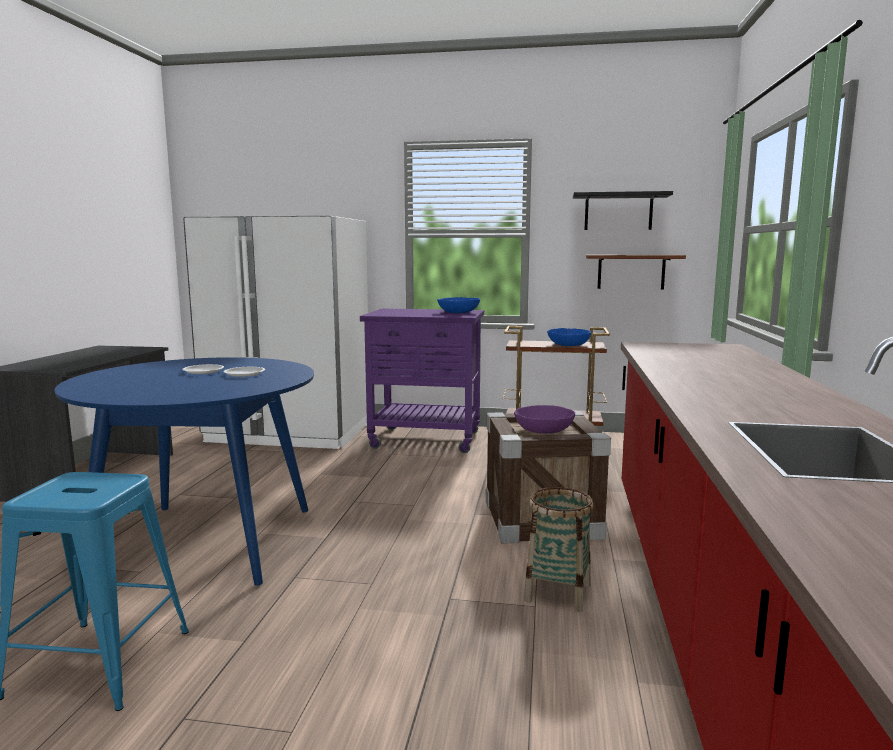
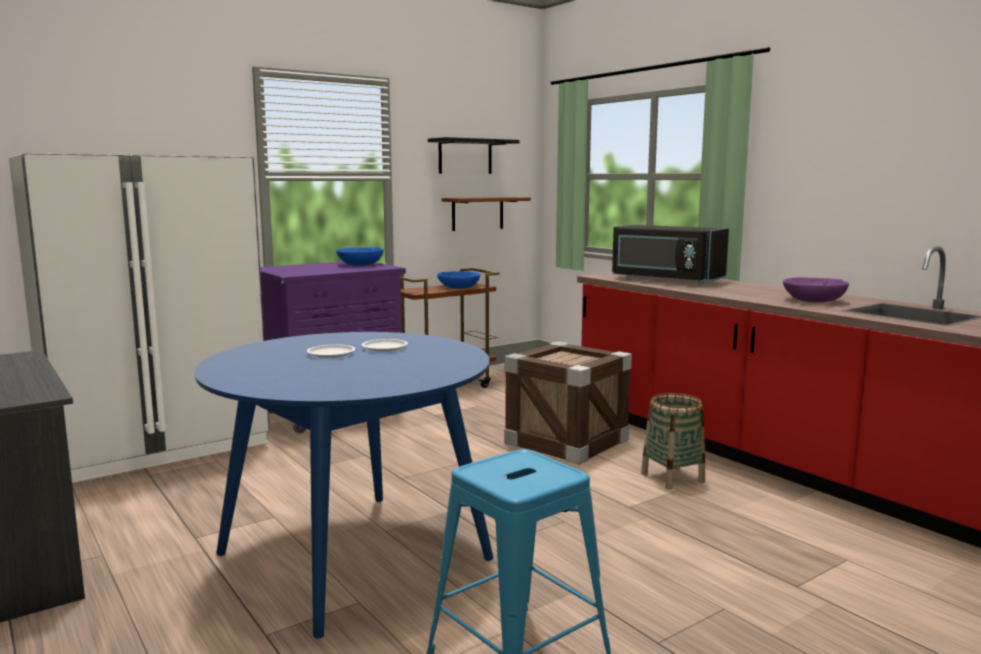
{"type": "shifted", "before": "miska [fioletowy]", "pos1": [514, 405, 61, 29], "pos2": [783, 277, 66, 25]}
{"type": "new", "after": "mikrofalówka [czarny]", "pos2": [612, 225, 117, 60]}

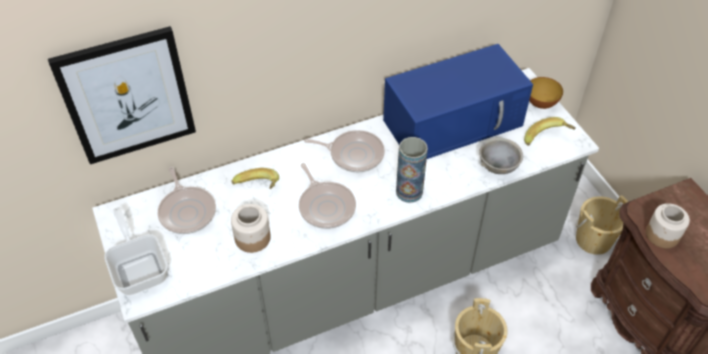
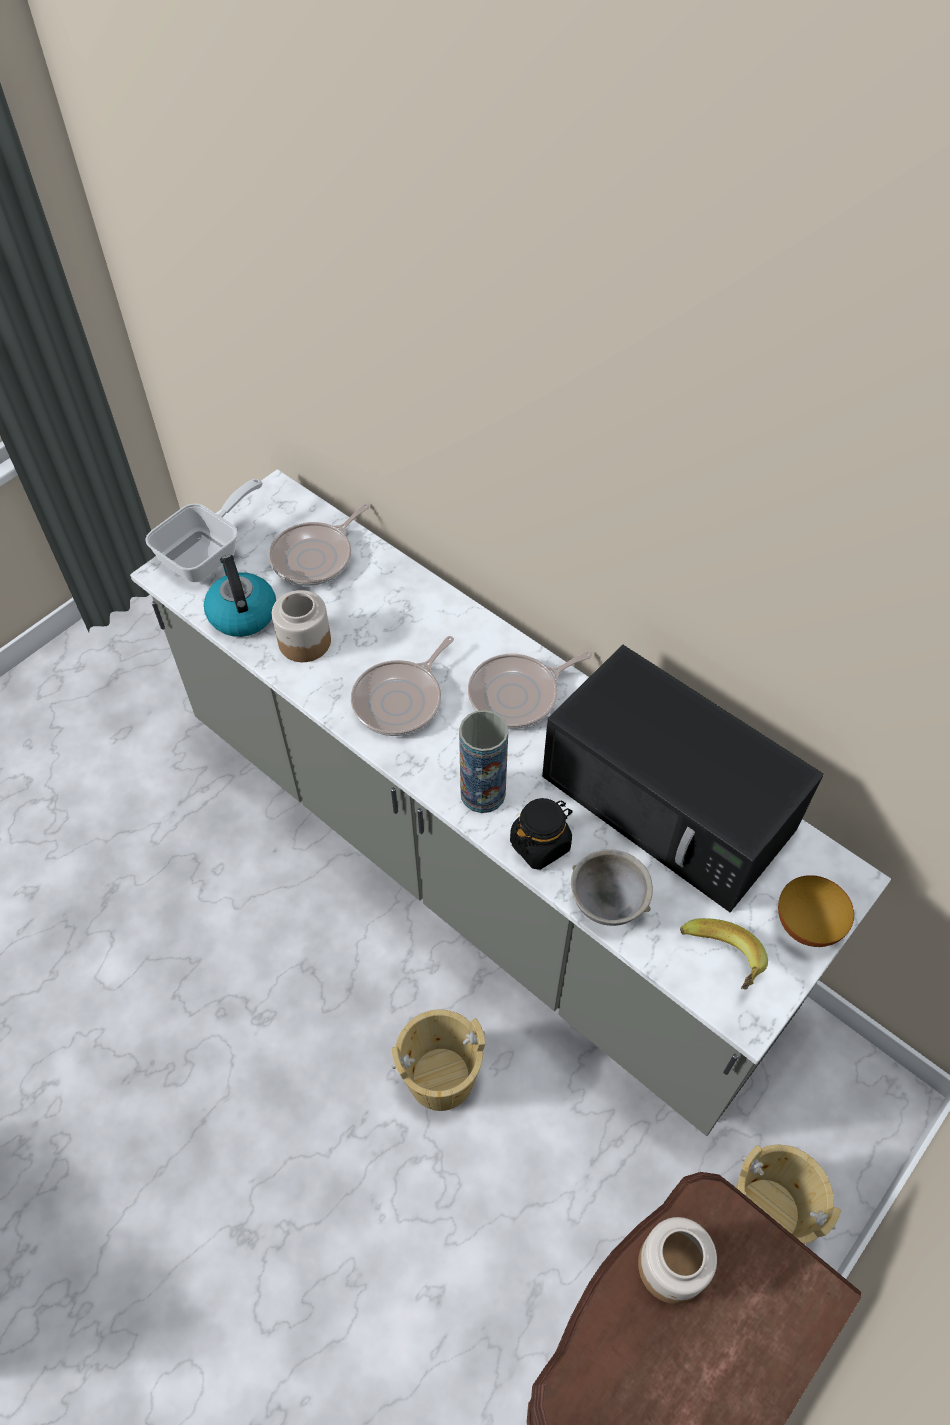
{"type": "gone", "before": "obraz", "pos1": [48, 26, 148, 138]}
{"type": "gone", "before": "banan", "pos1": [231, 168, 48, 21]}
{"type": "rotated", "before": "patelnia", "pos1": [304, 130, 81, 43], "pos2": [468, 651, 124, 78], "turn": 75}
{"type": "repainted", "before": "mikrofalówka [niebieski]", "after": "mikrofalówka [czarny]", "pos1": [383, 44, 150, 115], "pos2": [542, 645, 282, 267]}
{"type": "new", "after": "czajnik", "pos2": [204, 555, 72, 82]}
{"type": "new", "after": "słoik [czarny]", "pos2": [510, 798, 63, 72]}

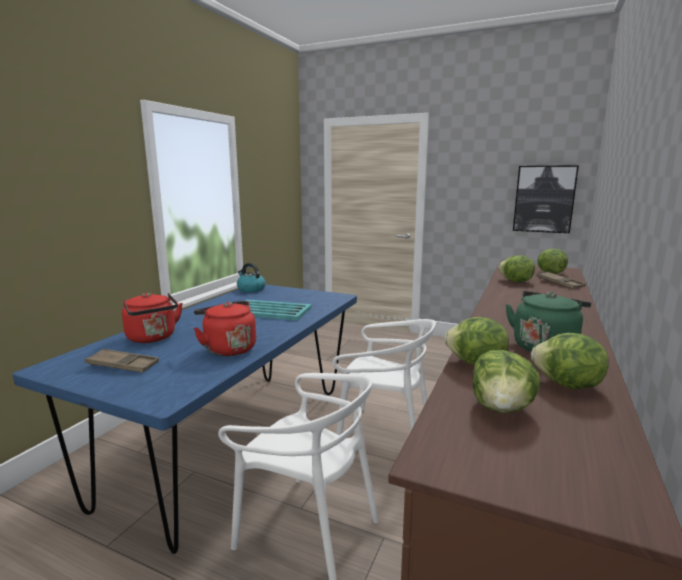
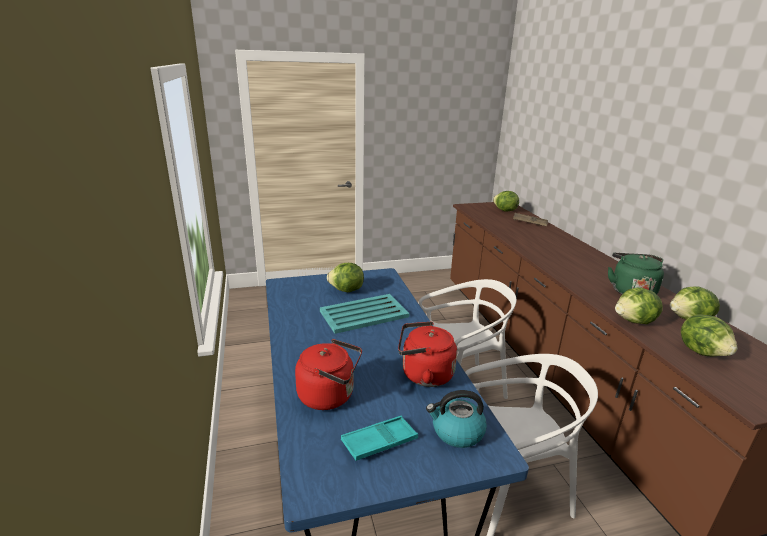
{"type": "repainted", "before": "taca [brązowy]", "after": "taca [turkusowy]", "pos1": [85, 349, 74, 23], "pos2": [341, 416, 77, 45]}
{"type": "shifted", "before": "czajnik", "pos1": [237, 263, 29, 29], "pos2": [426, 390, 61, 58]}
{"type": "shifted", "before": "sałata", "pos1": [498, 255, 37, 27], "pos2": [327, 263, 37, 30]}
{"type": "gone", "before": "obraz", "pos1": [513, 165, 66, 68]}

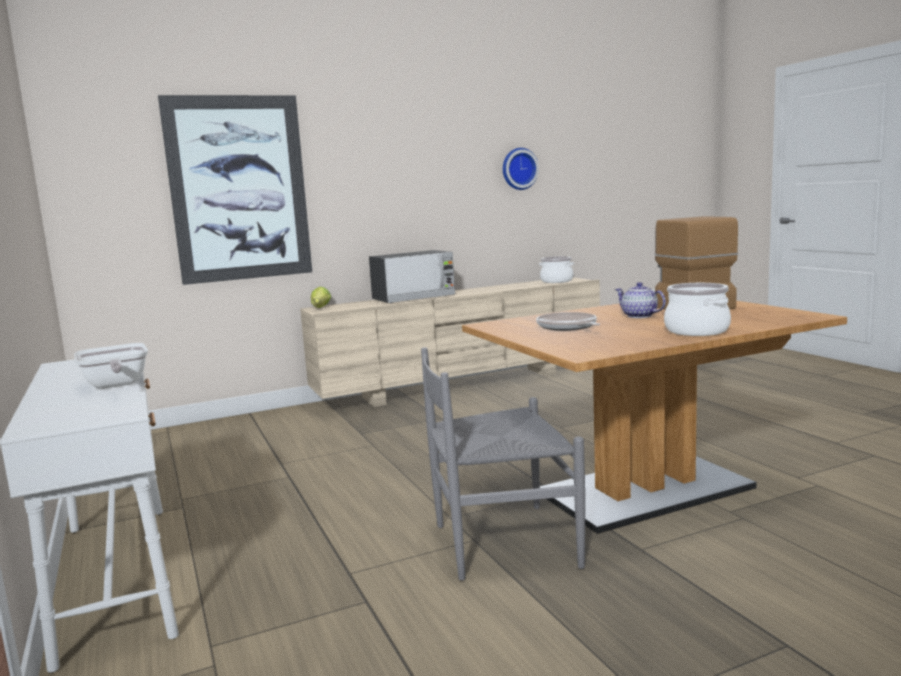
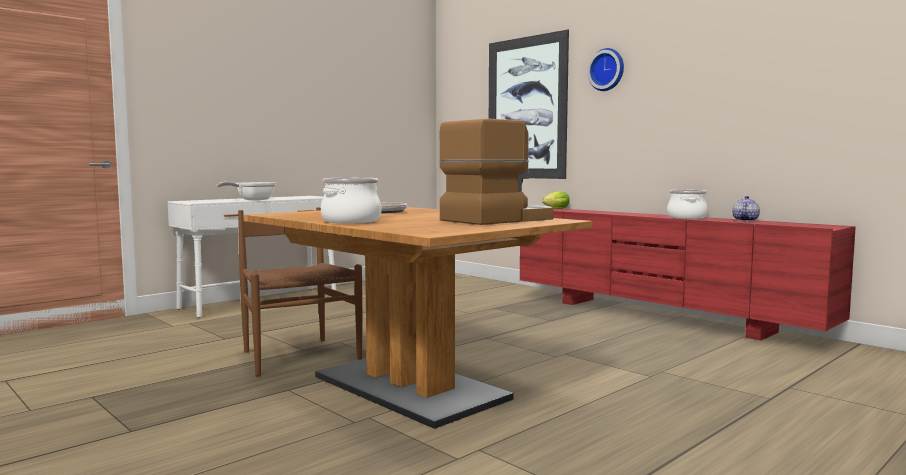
{"type": "repainted", "before": "szafka [beżowy]", "after": "szafka [czerwony]", "pos1": [300, 277, 300, 130], "pos2": [520, 208, 336, 133]}
{"type": "gone", "before": "mikrofalówka", "pos1": [369, 250, 86, 53]}
{"type": "repainted", "before": "krzesło [szary]", "after": "krzesło [brązowy]", "pos1": [421, 347, 164, 234], "pos2": [238, 207, 125, 169]}
{"type": "shifted", "before": "zegar ścienny", "pos1": [503, 148, 36, 42], "pos2": [587, 48, 37, 43]}
{"type": "shifted", "before": "garnek", "pos1": [539, 256, 35, 27], "pos2": [667, 190, 41, 29]}
{"type": "shifted", "before": "imbryk", "pos1": [615, 282, 51, 36], "pos2": [732, 196, 28, 25]}

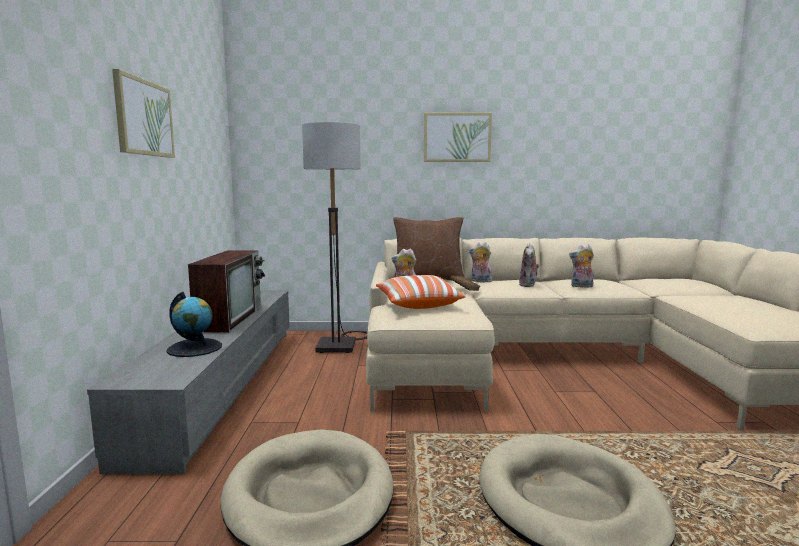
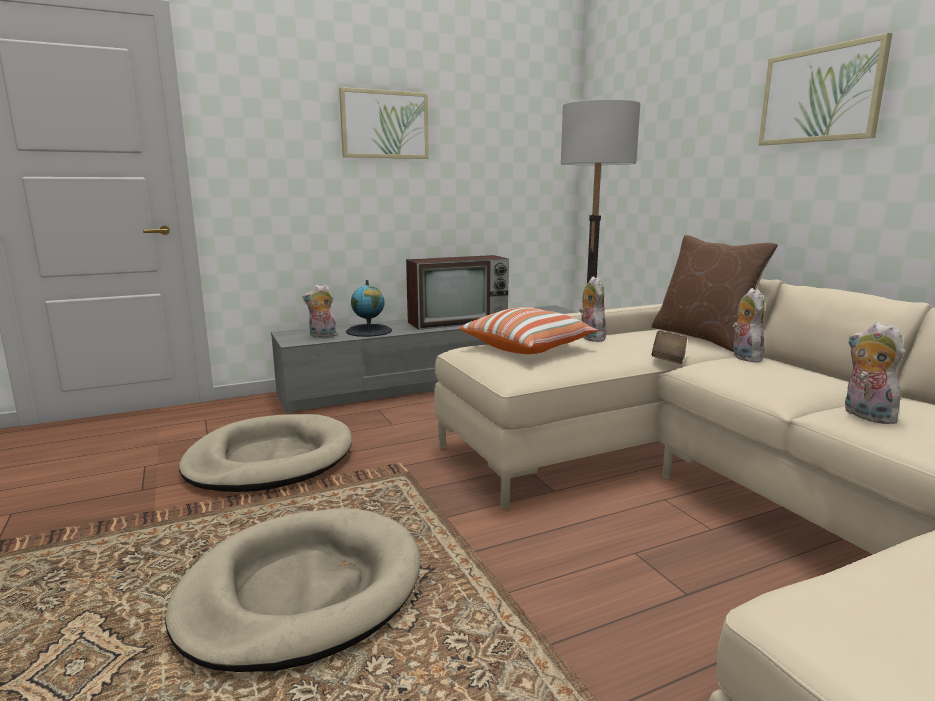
{"type": "shifted", "before": "pluszak", "pos1": [519, 243, 21, 44], "pos2": [302, 284, 35, 54]}

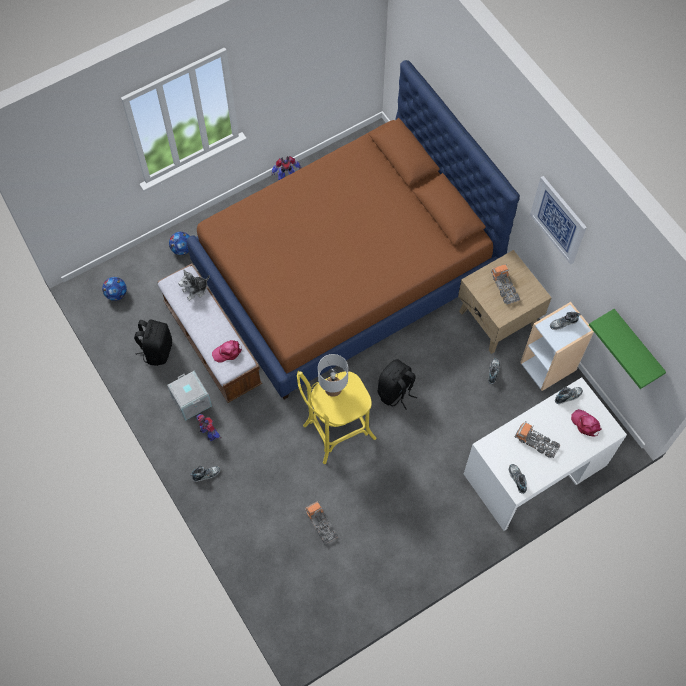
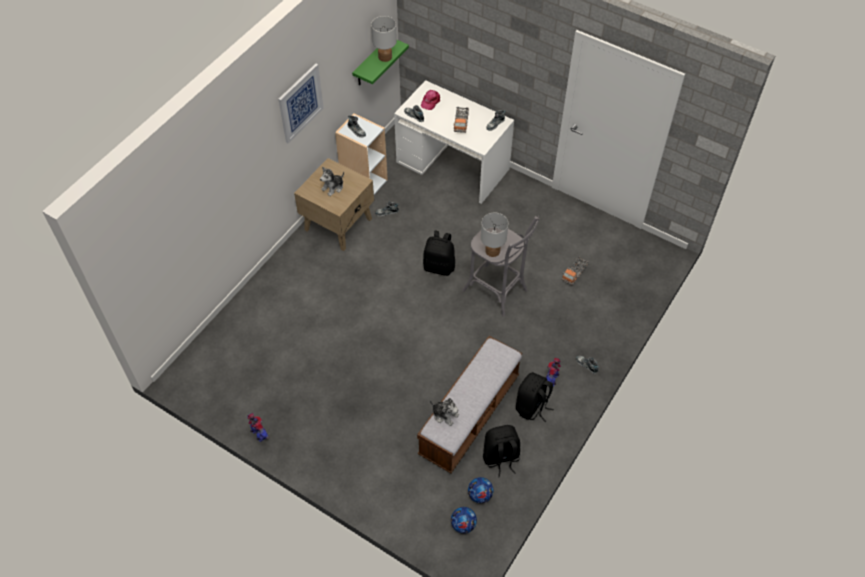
{"type": "swapped", "before": "pojemnik do przechowywania [szary]", "after": "plecak [czarny]", "pos1": [167, 371, 45, 50], "pos2": [516, 372, 38, 50]}
{"type": "shifted", "before": "piłka futbolowa", "pos1": [169, 232, 20, 23], "pos2": [468, 477, 25, 26]}
{"type": "gone", "before": "łóżko [brązowy]", "pos1": [187, 60, 333, 339]}
{"type": "gone", "before": "czapka z daszkiem [różowy]", "pos1": [212, 340, 30, 23]}
{"type": "repainted", "before": "stołek [żółty]", "after": "stołek [szary]", "pos1": [297, 371, 80, 93], "pos2": [462, 216, 77, 101]}
{"type": "swapped", "before": "ciężarówka zabawkowa", "after": "pluszak", "pos1": [491, 264, 29, 41], "pos2": [320, 167, 24, 29]}
{"type": "new", "after": "lampa stołowa [szary]", "pos2": [371, 16, 26, 46]}

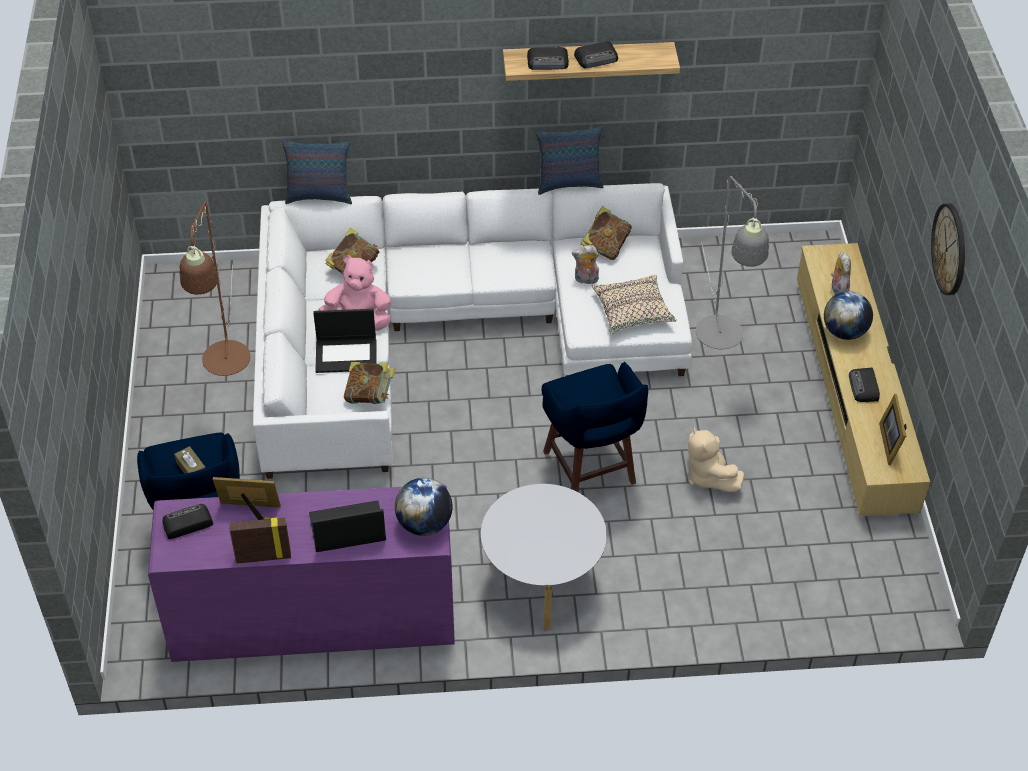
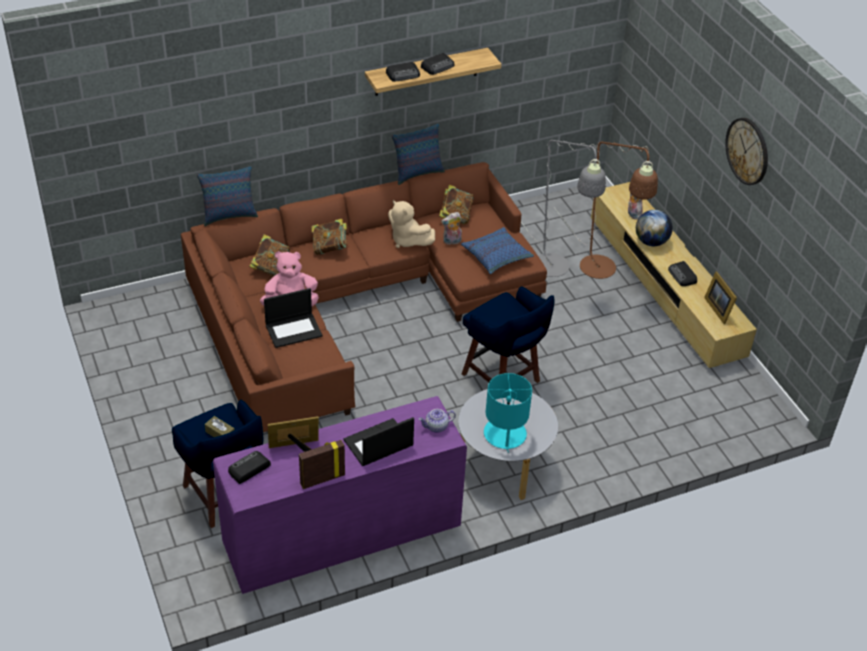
{"type": "shifted", "before": "lampa stojąca [brązowy]", "pos1": [179, 201, 72, 175], "pos2": [555, 141, 103, 138]}
{"type": "repainted", "before": "kanapa [biały]", "after": "kanapa [brązowy]", "pos1": [253, 183, 439, 296], "pos2": [181, 162, 366, 270]}
{"type": "shifted", "before": "książka", "pos1": [344, 362, 51, 42], "pos2": [312, 219, 37, 36]}
{"type": "swapped", "before": "globus", "after": "imbryk", "pos1": [395, 478, 58, 58], "pos2": [419, 409, 37, 24]}
{"type": "repainted", "before": "poduszka [beżowy]", "after": "poduszka [niebieski]", "pos1": [592, 274, 85, 60], "pos2": [461, 227, 73, 47]}
{"type": "shifted", "before": "pluszak [beżowy]", "pos1": [688, 427, 57, 65], "pos2": [388, 200, 47, 48]}
{"type": "new", "after": "lampa stołowa [turkusowy]", "pos2": [484, 373, 48, 80]}

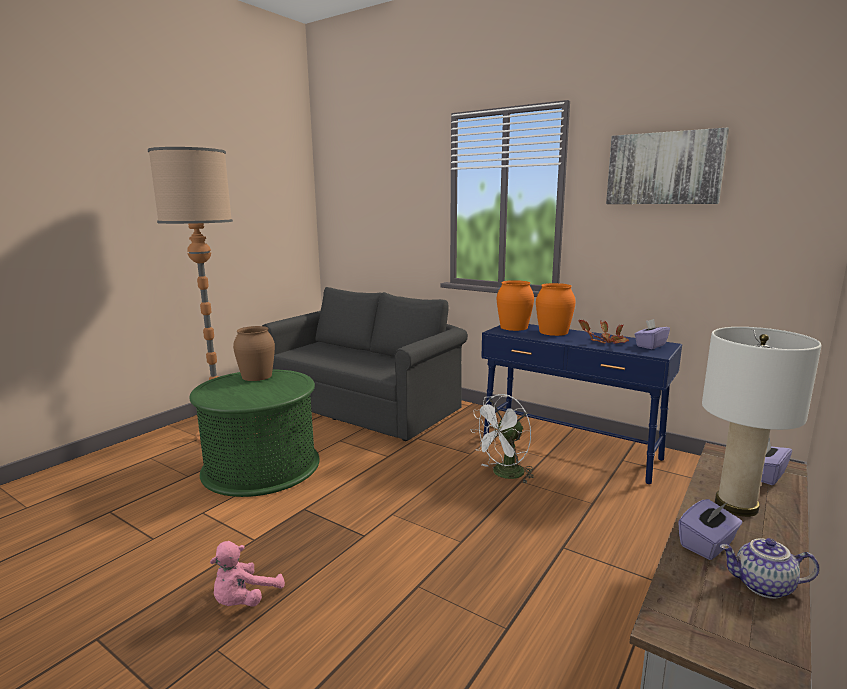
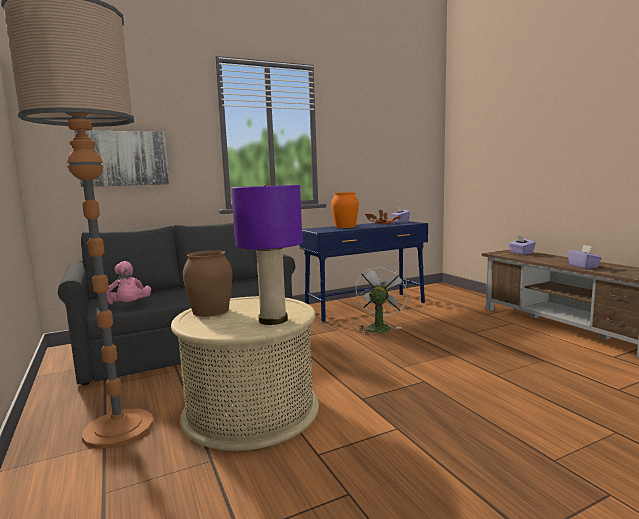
{"type": "repainted", "before": "ława [zielony]", "after": "ława [beżowy]", "pos1": [189, 369, 131, 128], "pos2": [171, 296, 148, 155]}
{"type": "shifted", "before": "pluszak [różowy]", "pos1": [210, 541, 75, 66], "pos2": [106, 261, 45, 43]}
{"type": "rotated", "before": "wentylator [biały]", "pos1": [470, 394, 64, 90], "pos2": [356, 265, 52, 70], "turn": -150}
{"type": "gone", "before": "wazon [pomarańczowy]", "pos1": [497, 280, 37, 51]}
{"type": "shifted", "before": "obraz", "pos1": [606, 128, 123, 76], "pos2": [74, 130, 96, 57]}
{"type": "gone", "before": "lampa stołowa [biały]", "pos1": [702, 327, 120, 190]}
{"type": "gone", "before": "imbryk", "pos1": [720, 538, 99, 61]}
{"type": "new", "after": "lampa stołowa [fioletowy]", "pos2": [231, 184, 72, 141]}

